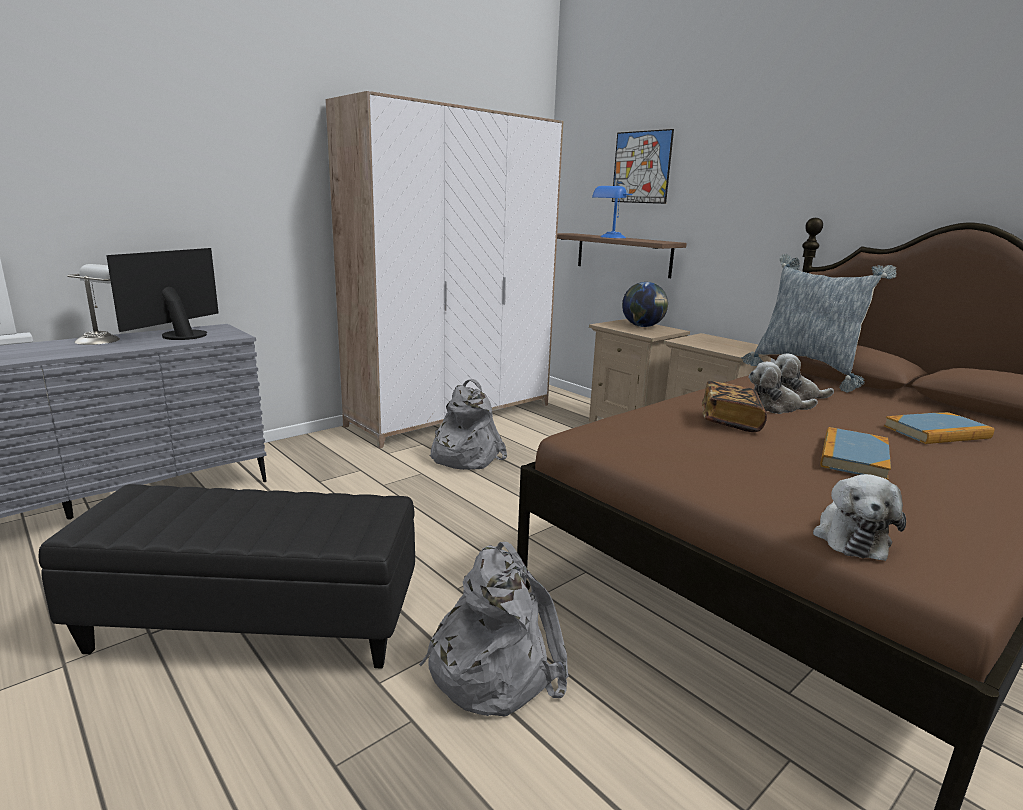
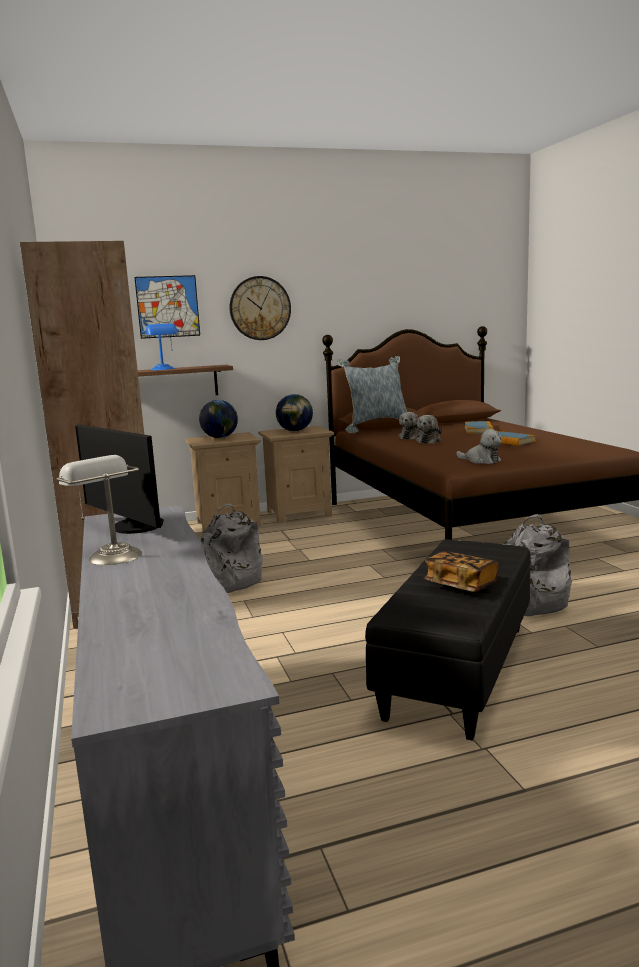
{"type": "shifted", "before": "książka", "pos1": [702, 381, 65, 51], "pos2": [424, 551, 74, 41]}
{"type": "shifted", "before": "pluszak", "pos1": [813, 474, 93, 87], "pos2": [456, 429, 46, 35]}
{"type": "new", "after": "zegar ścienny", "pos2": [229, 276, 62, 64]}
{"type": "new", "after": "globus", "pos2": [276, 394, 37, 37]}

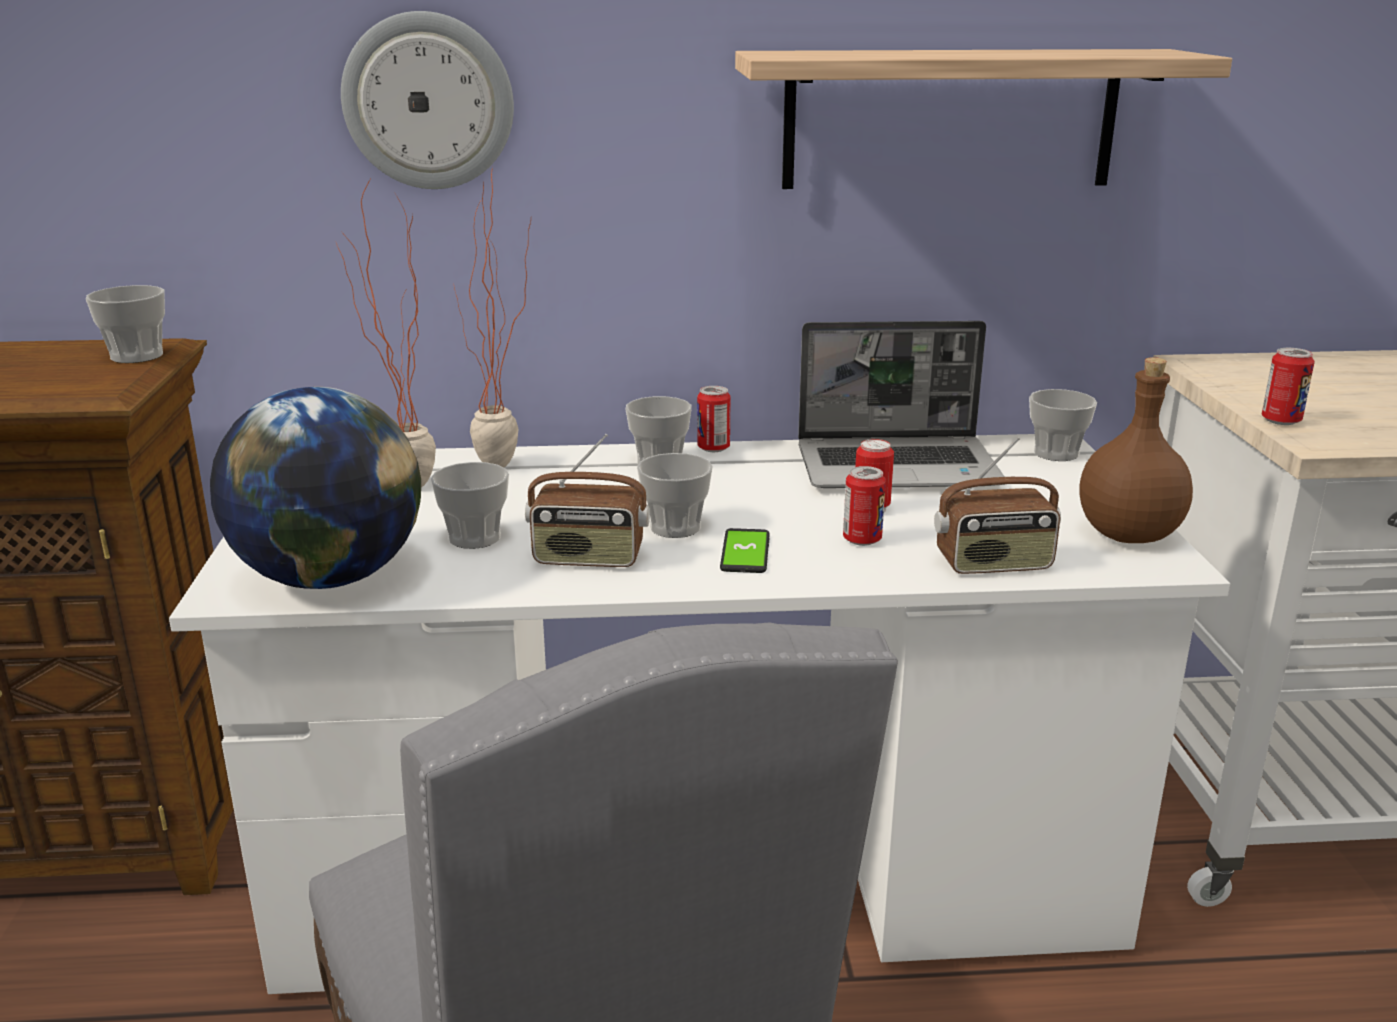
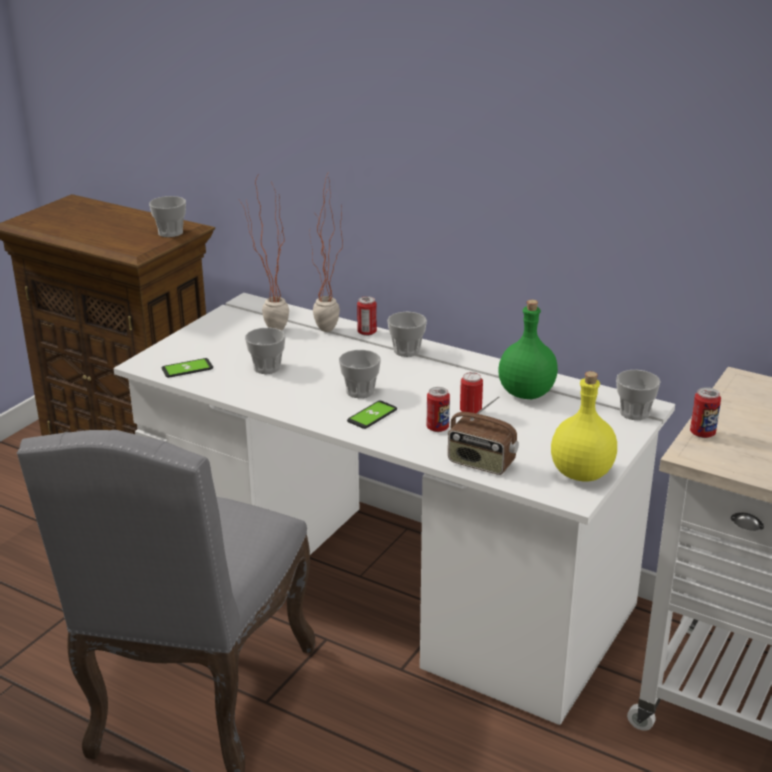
{"type": "swapped", "before": "globus", "after": "telefon", "pos1": [210, 387, 211, 202], "pos2": [162, 358, 51, 20]}
{"type": "gone", "before": "zegar ścienny", "pos1": [341, 11, 173, 178]}
{"type": "gone", "before": "radio", "pos1": [525, 434, 125, 133]}
{"type": "shifted", "before": "puszka", "pos1": [697, 386, 34, 66], "pos2": [357, 296, 20, 40]}
{"type": "gone", "before": "półka", "pos1": [735, 49, 497, 140]}
{"type": "swapped", "before": "laptop", "after": "butelka [zielony]", "pos1": [798, 321, 207, 167], "pos2": [498, 300, 60, 99]}
{"type": "repainted", "before": "butelka [brązowy]", "after": "butelka [żółty]", "pos1": [1079, 357, 114, 186], "pos2": [551, 371, 66, 111]}

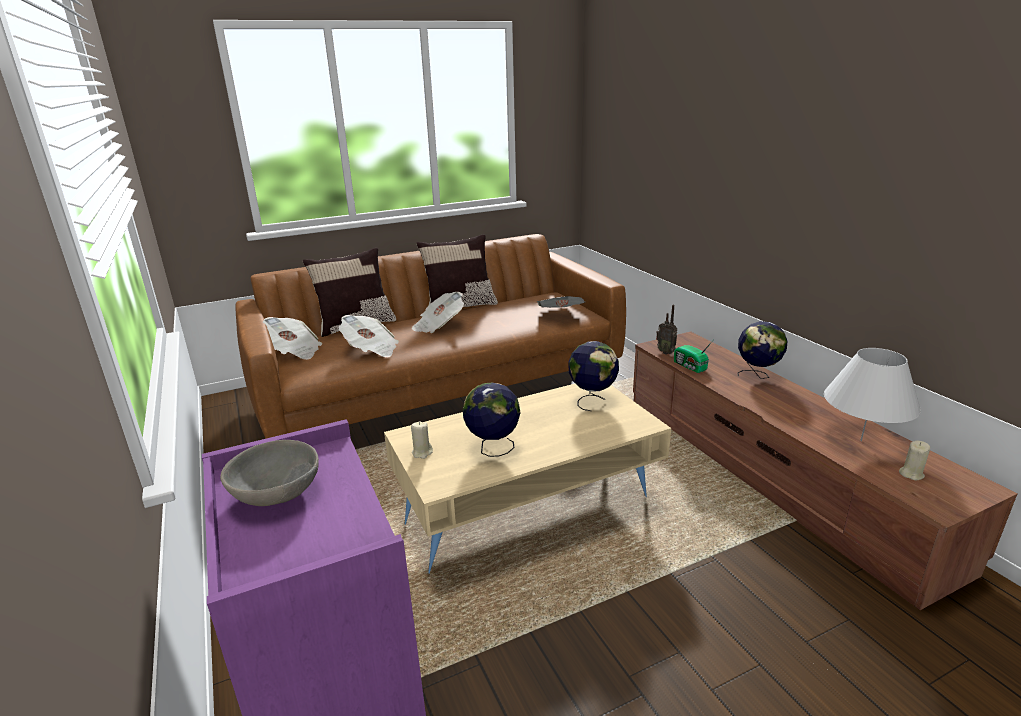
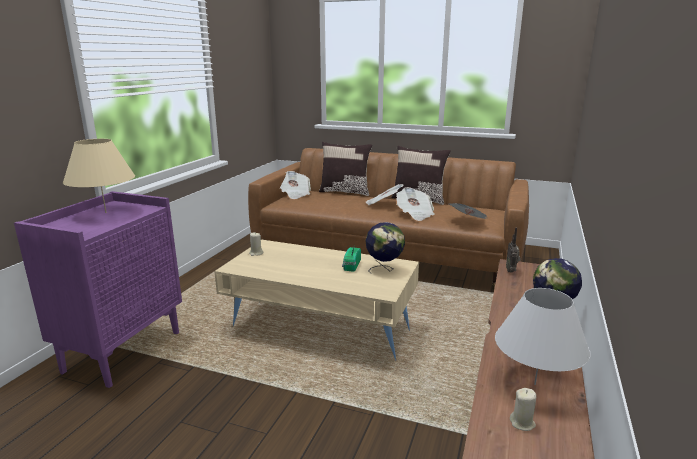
{"type": "swapped", "before": "miska [szary]", "after": "lampa stołowa [beżowy]", "pos1": [220, 440, 99, 66], "pos2": [63, 139, 72, 74]}
{"type": "shifted", "before": "gazeta", "pos1": [338, 315, 61, 42], "pos2": [396, 187, 39, 34]}
{"type": "gone", "before": "globus", "pos1": [463, 383, 58, 74]}
{"type": "shifted", "before": "radio", "pos1": [674, 342, 38, 31], "pos2": [342, 247, 19, 25]}

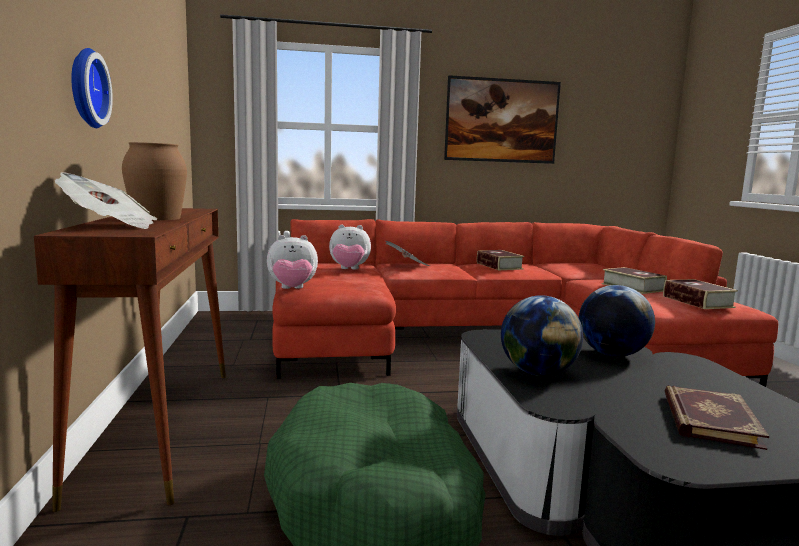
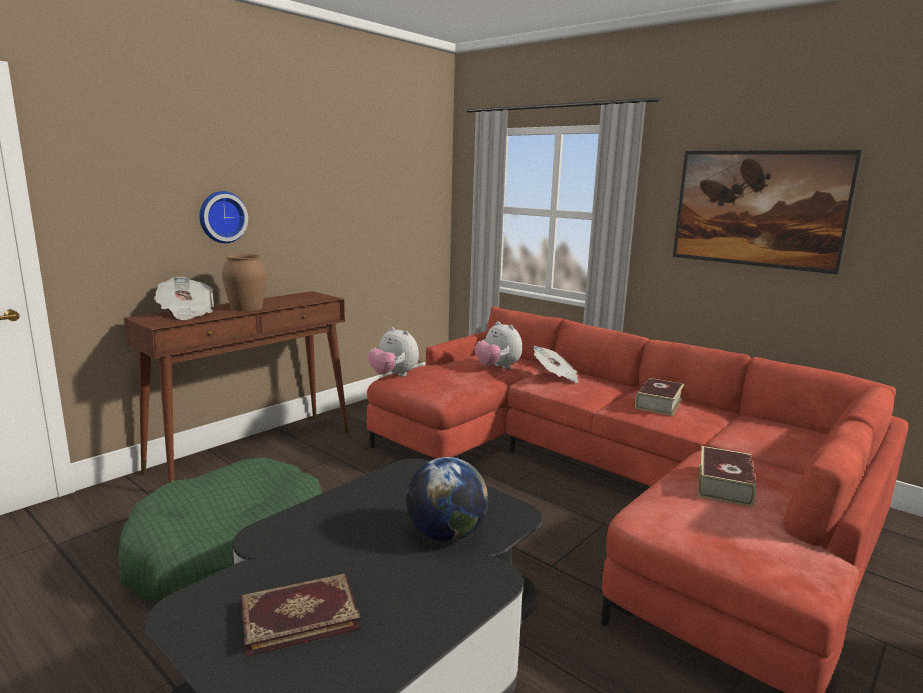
{"type": "gone", "before": "globus", "pos1": [501, 295, 82, 81]}
{"type": "gone", "before": "książka", "pos1": [663, 279, 75, 30]}

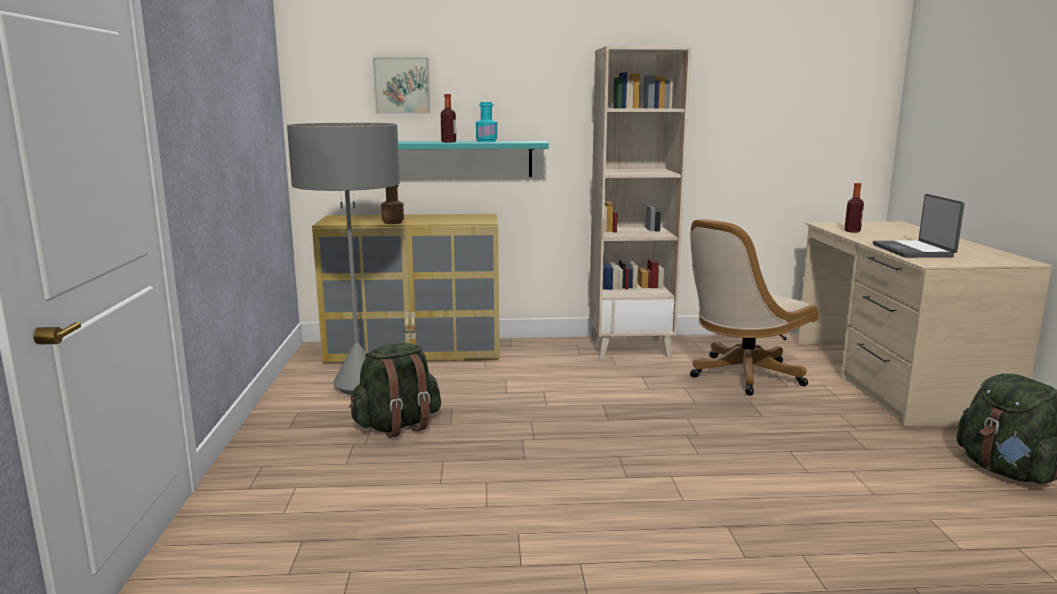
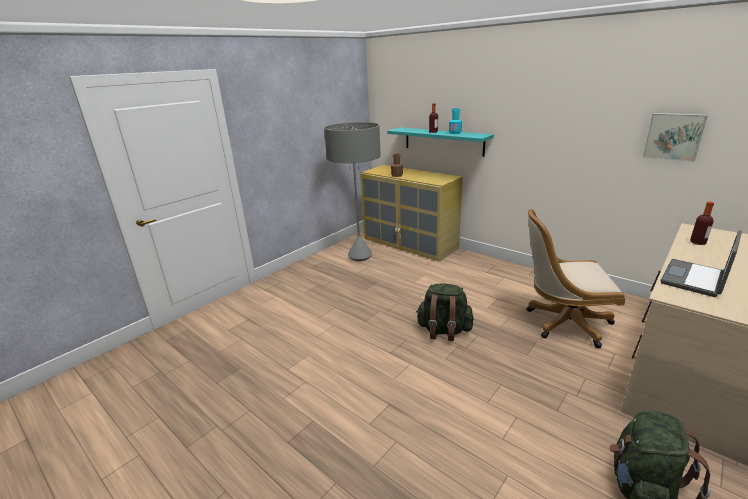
{"type": "shifted", "before": "plecak [zielony]", "pos1": [349, 343, 92, 95], "pos2": [416, 283, 58, 58]}
{"type": "shifted", "before": "obraz", "pos1": [373, 57, 57, 57], "pos2": [642, 113, 66, 49]}
{"type": "gone", "before": "regał [beżowy]", "pos1": [589, 46, 102, 313]}

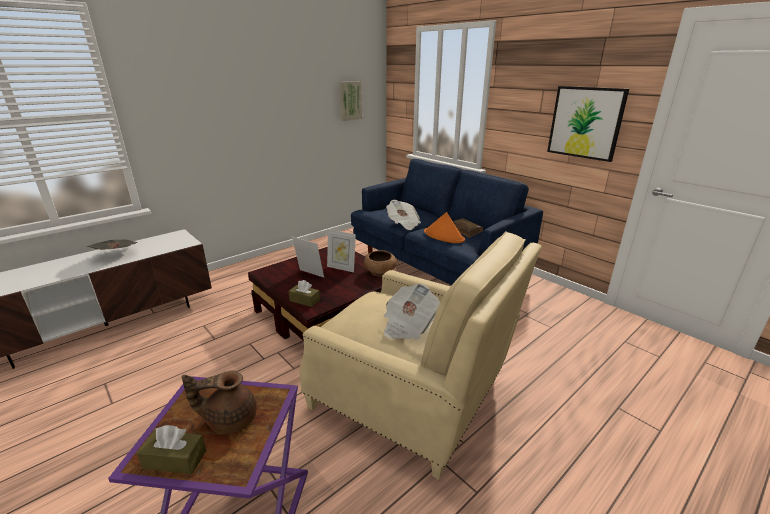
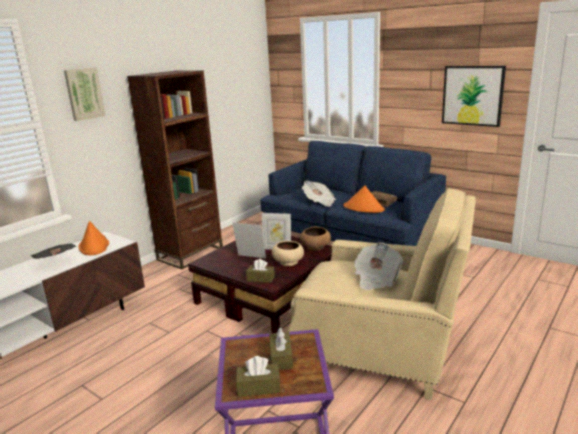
{"type": "swapped", "before": "imbryk [brązowy]", "after": "pudełko chusteczek [brązowy]", "pos1": [182, 370, 75, 64], "pos2": [269, 328, 24, 42]}
{"type": "shifted", "before": "obraz", "pos1": [339, 81, 23, 40], "pos2": [64, 68, 42, 53]}
{"type": "new", "after": "kapelusz [pomarańczowy]", "pos2": [79, 221, 30, 34]}
{"type": "new", "after": "regał [brązowy]", "pos2": [127, 70, 96, 199]}
{"type": "new", "after": "miska [beżowy]", "pos2": [272, 241, 32, 25]}

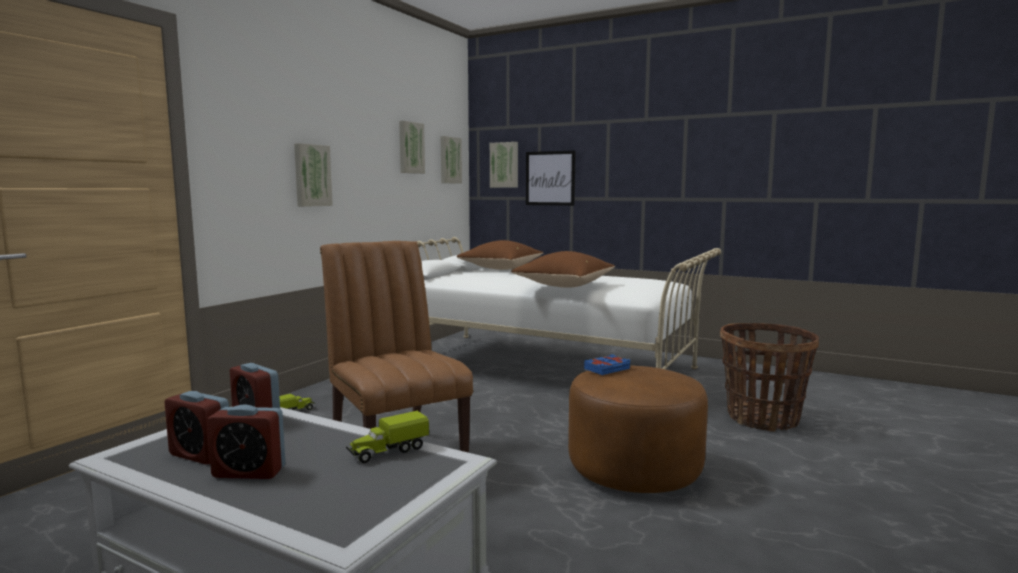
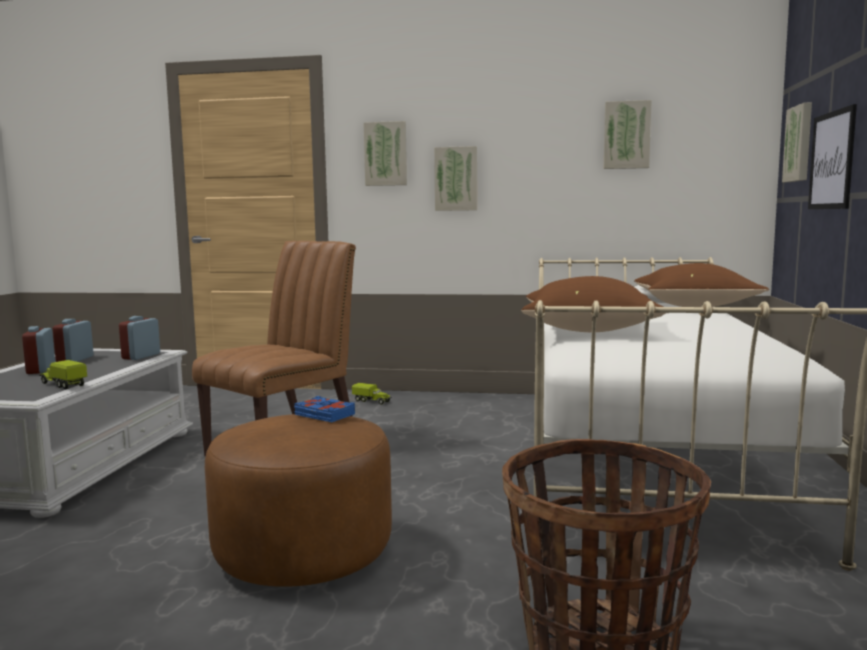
{"type": "shifted", "before": "obraz", "pos1": [441, 136, 21, 48], "pos2": [364, 121, 43, 65]}

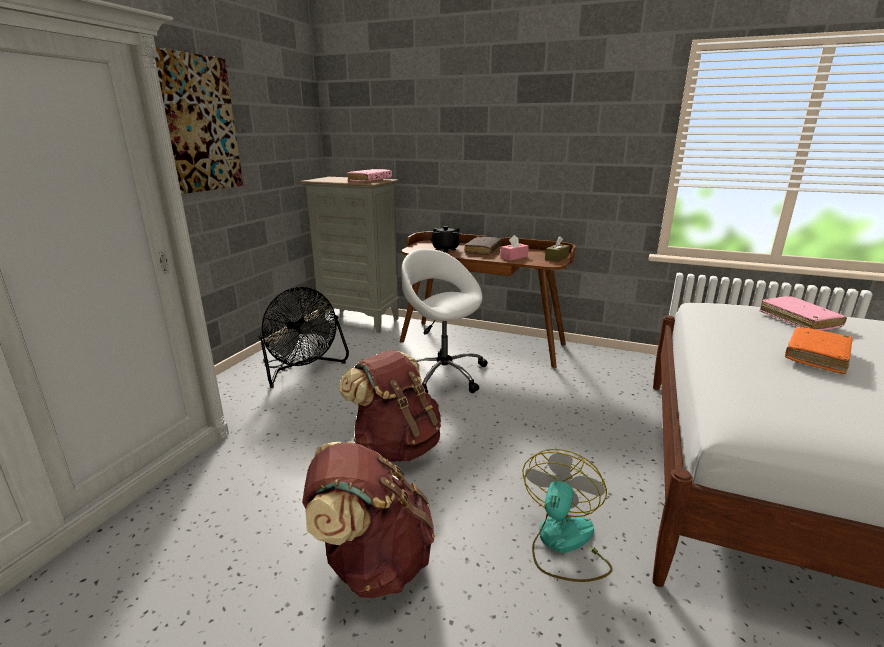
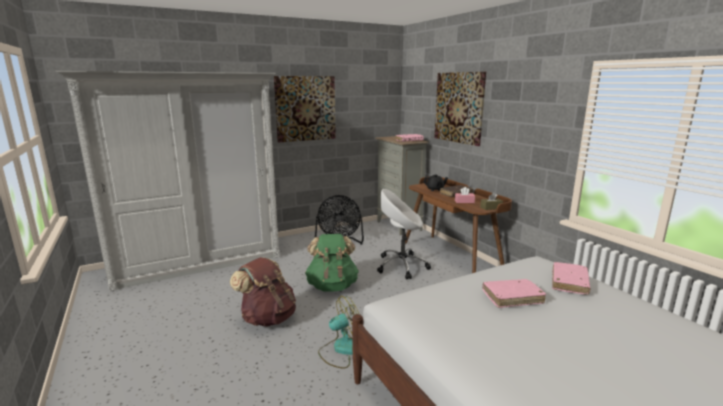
{"type": "repainted", "before": "plecak [brązowy]", "after": "plecak [zielony]", "pos1": [339, 350, 102, 112], "pos2": [305, 234, 54, 58]}
{"type": "rotated", "before": "krzesło biurowe [biały]", "pos1": [401, 249, 87, 144], "pos2": [377, 189, 54, 90], "turn": -75}
{"type": "repainted", "before": "książka [pomarańczowy]", "after": "książka [różowy]", "pos1": [785, 328, 68, 46], "pos2": [482, 279, 64, 29]}
{"type": "new", "after": "obraz", "pos2": [434, 72, 52, 74]}

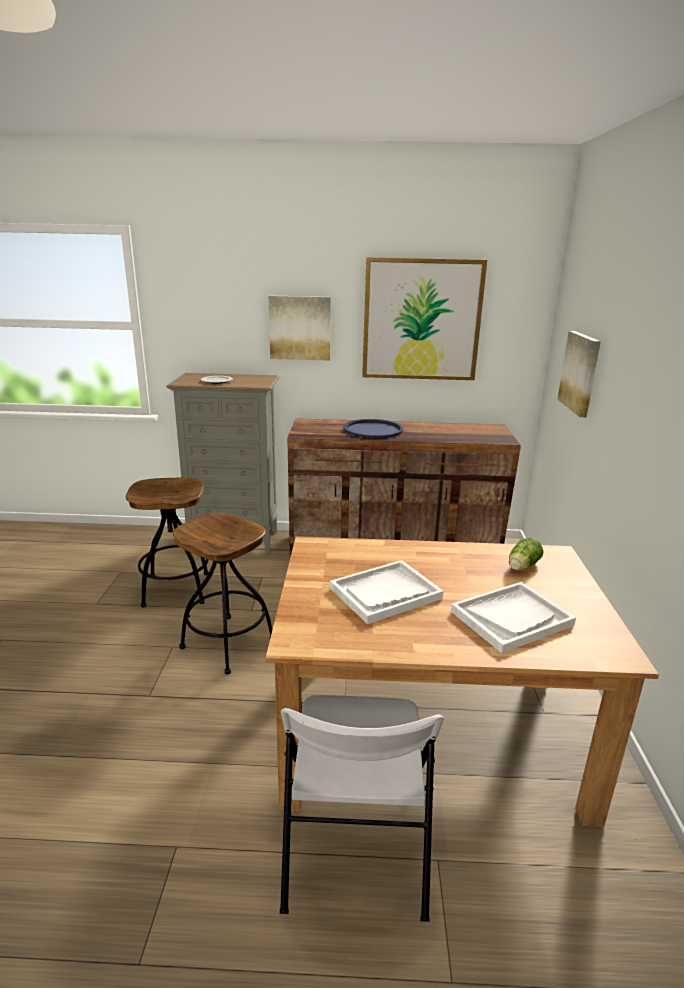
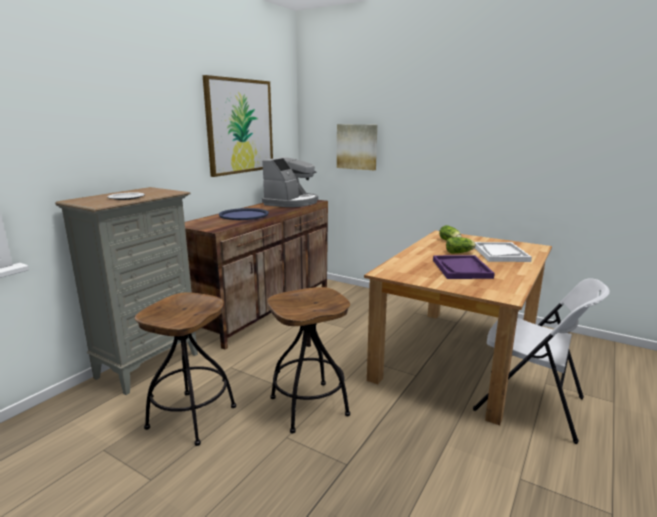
{"type": "gone", "before": "obraz", "pos1": [269, 295, 62, 66]}
{"type": "repainted", "before": "taca [biały]", "after": "taca [fioletowy]", "pos1": [330, 560, 114, 64], "pos2": [433, 255, 62, 24]}
{"type": "new", "after": "ekspres do kawy", "pos2": [262, 157, 56, 50]}
{"type": "new", "after": "sałata", "pos2": [446, 237, 30, 16]}

